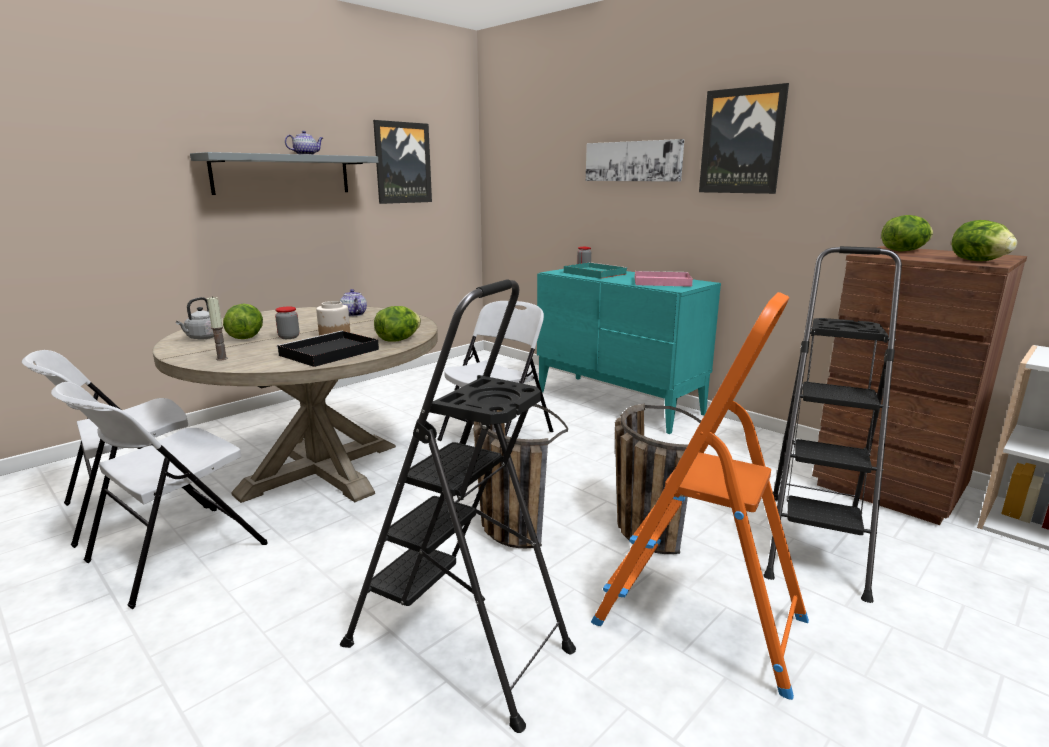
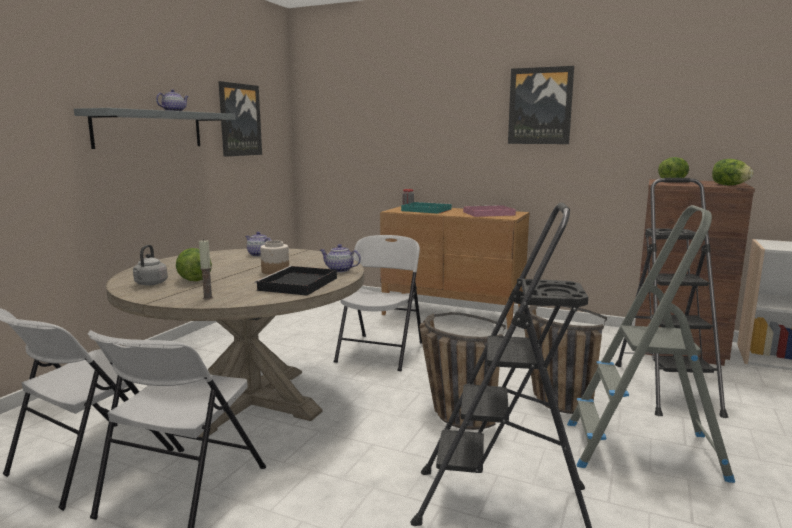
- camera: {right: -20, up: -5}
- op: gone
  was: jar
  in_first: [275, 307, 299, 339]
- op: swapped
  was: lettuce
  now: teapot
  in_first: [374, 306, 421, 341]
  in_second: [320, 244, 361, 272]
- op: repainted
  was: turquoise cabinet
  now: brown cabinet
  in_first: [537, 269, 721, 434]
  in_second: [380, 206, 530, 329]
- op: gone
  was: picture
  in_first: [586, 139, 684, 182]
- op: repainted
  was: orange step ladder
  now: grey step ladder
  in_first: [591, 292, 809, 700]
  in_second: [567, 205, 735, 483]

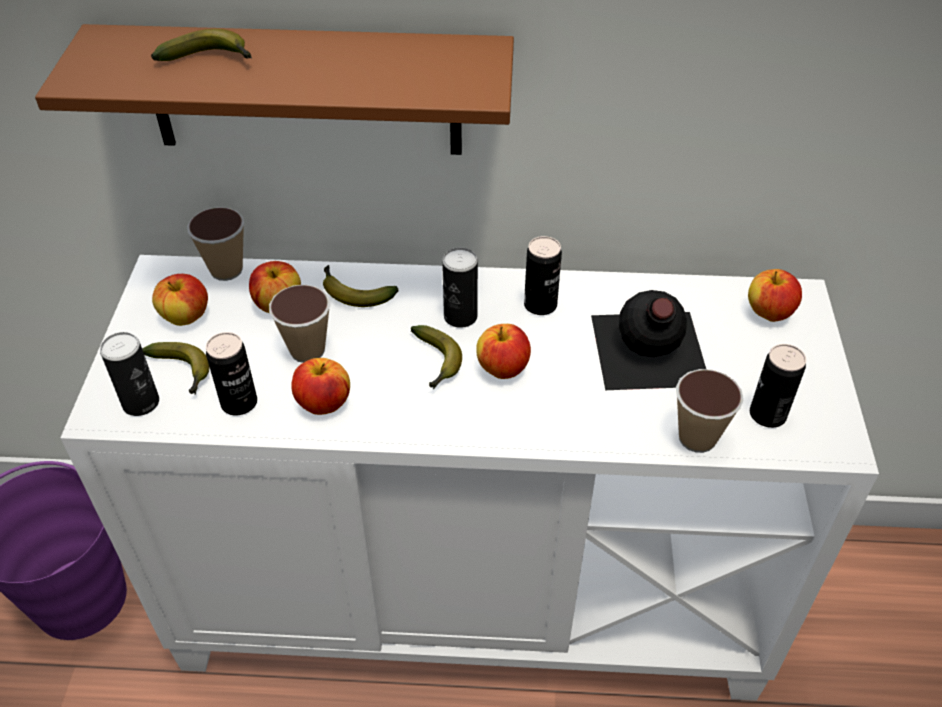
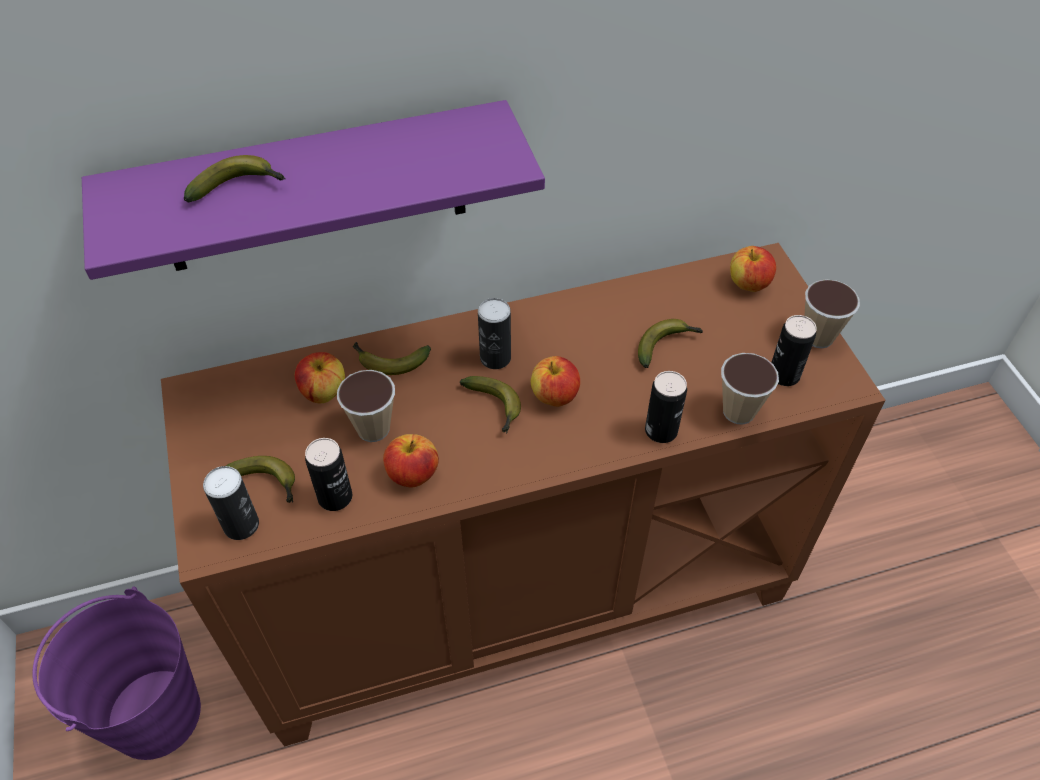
- camera: {right: -20, up: 5}
- op: repainted
  was: brown shelf
  now: purple shelf
  in_first: [35, 24, 514, 155]
  in_second: [82, 100, 545, 280]
- op: repainted
  was: white cabinet
  now: brown cabinet
  in_first: [60, 255, 879, 701]
  in_second: [161, 243, 885, 746]
- op: gone
  was: apple
  in_first: [152, 274, 208, 326]
- op: shifted
  was: cup
  in_first: [187, 207, 244, 281]
  in_second: [804, 279, 860, 348]
- op: shifted
  was: can
  in_first: [524, 236, 562, 315]
  in_second: [645, 371, 687, 443]
- op: swapped
  was: black bottle
  now: banana
  in_first: [591, 290, 706, 390]
  in_second: [638, 319, 703, 368]

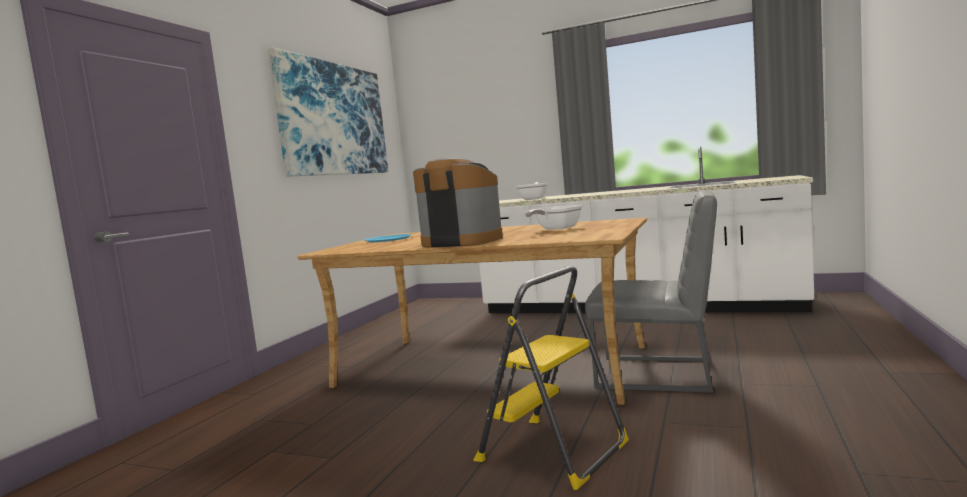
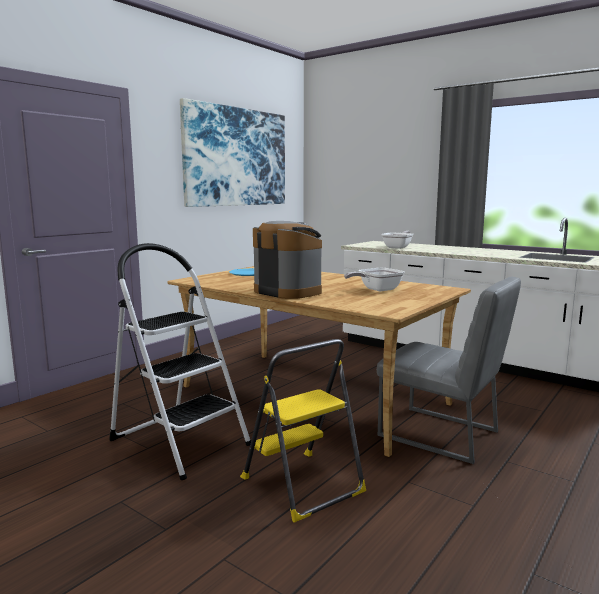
- camera: {right: 15, up: 5}
- op: new
  now: step ladder
  in_second: [109, 243, 251, 480]

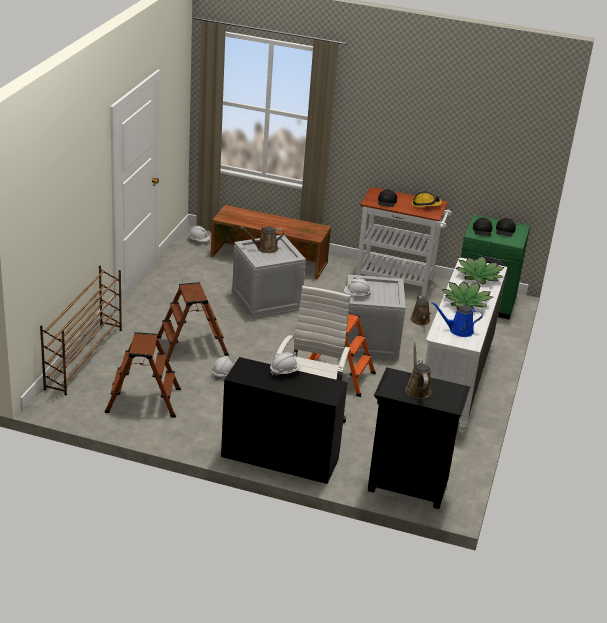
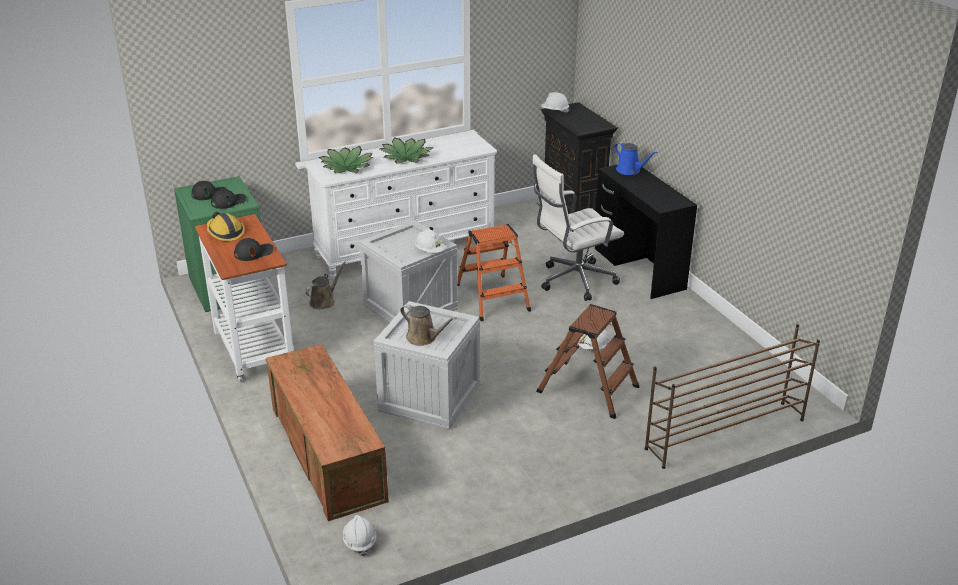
- camera: {right: -130, up: 0}
- op: gone
  was: brown step ladder
  in_first: [105, 332, 181, 418]
- op: shifted
  was: white hard hat
  in_first: [270, 353, 301, 375]
  in_second: [541, 92, 569, 113]
- op: gone
  was: brown watering can
  in_first: [405, 342, 432, 399]
- op: shifted
  was: blue watering can
  in_first: [432, 302, 483, 337]
  in_second: [614, 142, 658, 175]

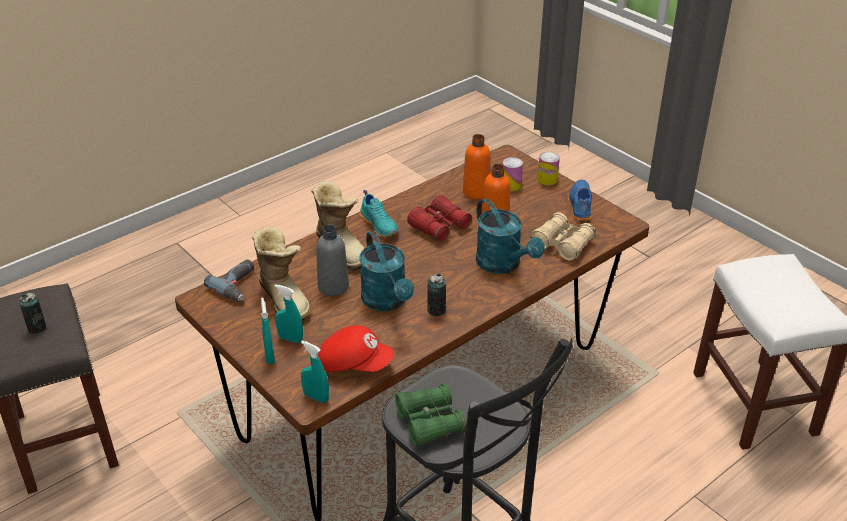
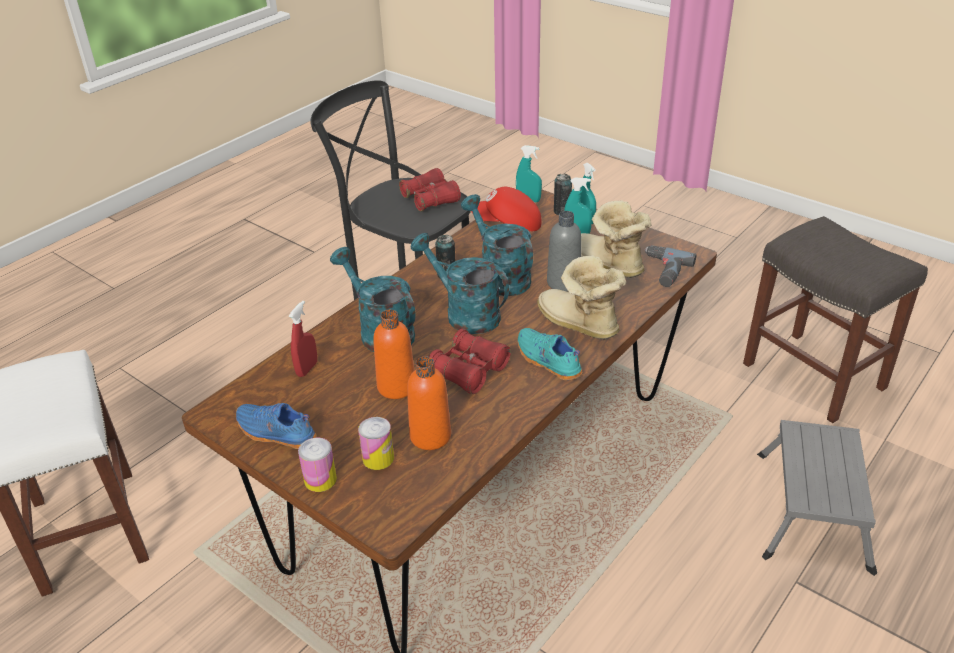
- camera: {right: 170, up: 0}
- op: shifted
  was: can
  in_first: [19, 293, 46, 334]
  in_second: [554, 174, 572, 215]
- op: repainted
  was: green binoculars
  now: red binoculars
  in_first: [395, 383, 466, 447]
  in_second: [399, 168, 461, 211]
- op: swapped
  was: beige binoculars
  now: red spray bottle
  in_first: [530, 212, 596, 261]
  in_second: [289, 301, 317, 377]
- op: rotated
  was: blue shoe
  in_first: [568, 179, 592, 221]
  in_second: [236, 403, 317, 449]
  clockwise: 120
- op: new
  now: turquoise watering can
  in_second: [411, 233, 509, 334]
- op: new
  now: grey step ladder
  in_second: [757, 420, 877, 576]

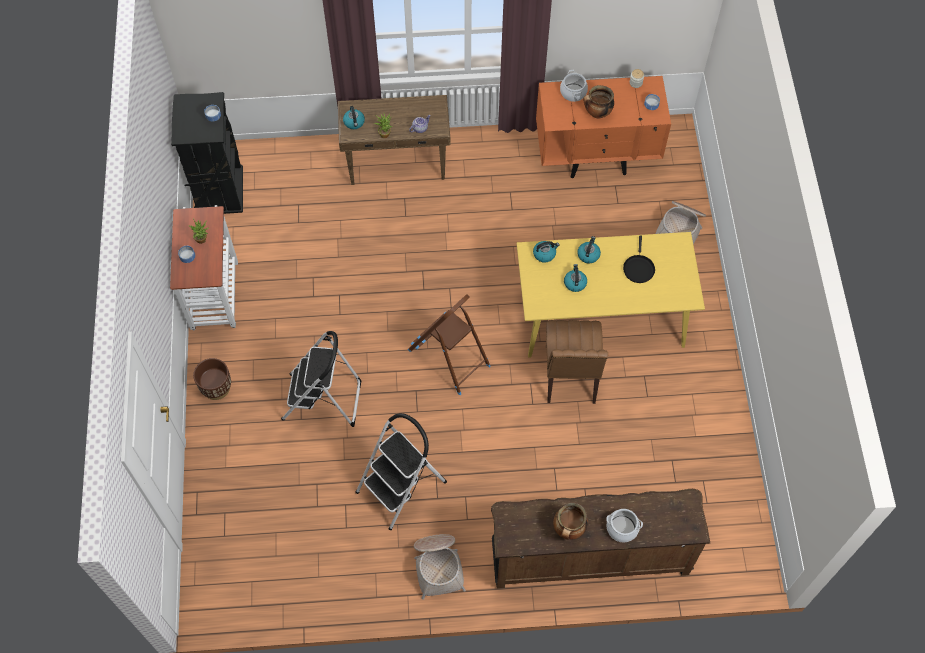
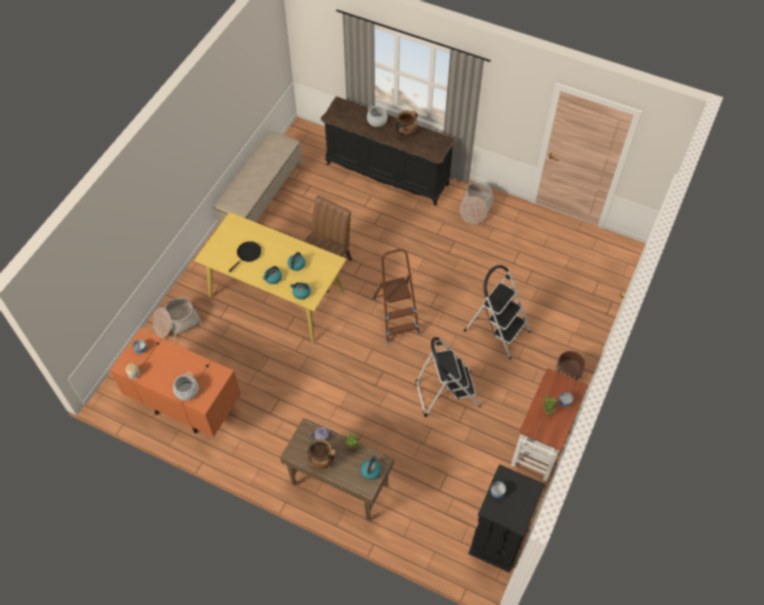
- camera: {right: -150, up: -5}
- op: shifted
  was: step ladder
  in_first: [355, 413, 447, 530]
  in_second: [415, 337, 481, 417]
- op: shifted
  was: cooking pot
  in_first: [583, 85, 614, 119]
  in_second: [307, 439, 337, 469]
- op: new
  now: beige bench
  in_second: [214, 131, 302, 227]

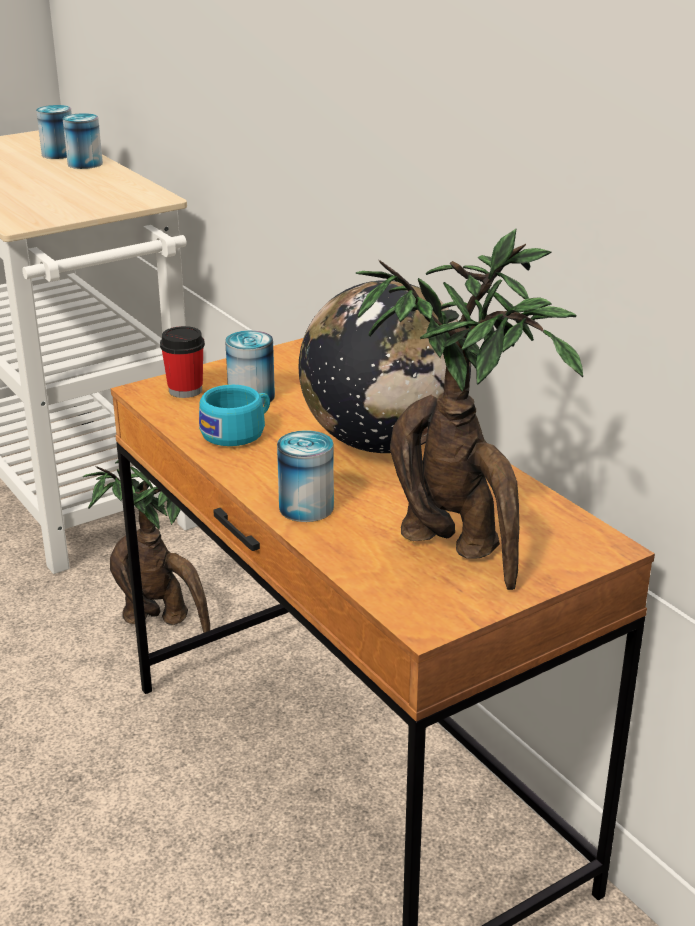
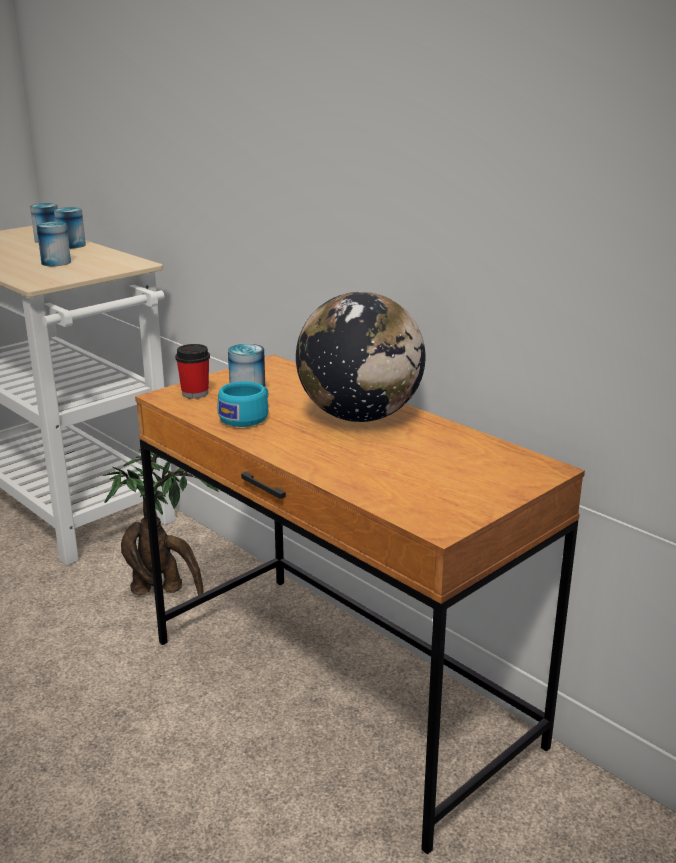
- camera: {right: -10, up: -5}
- op: shifted
  was: can
  in_first: [277, 430, 334, 522]
  in_second: [36, 222, 71, 266]
- op: gone
  was: potted plant
  in_first: [356, 229, 583, 590]

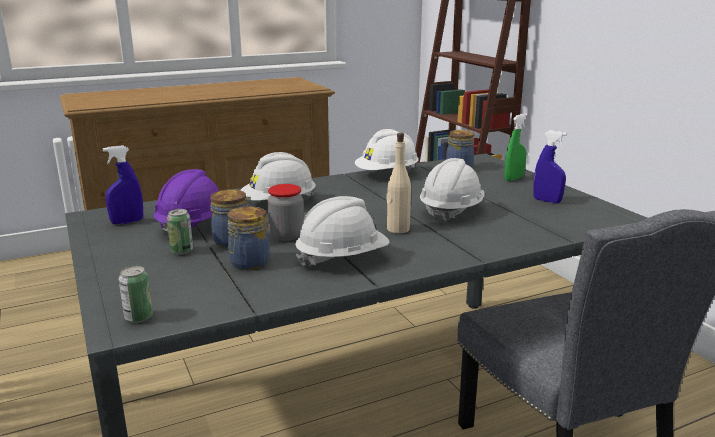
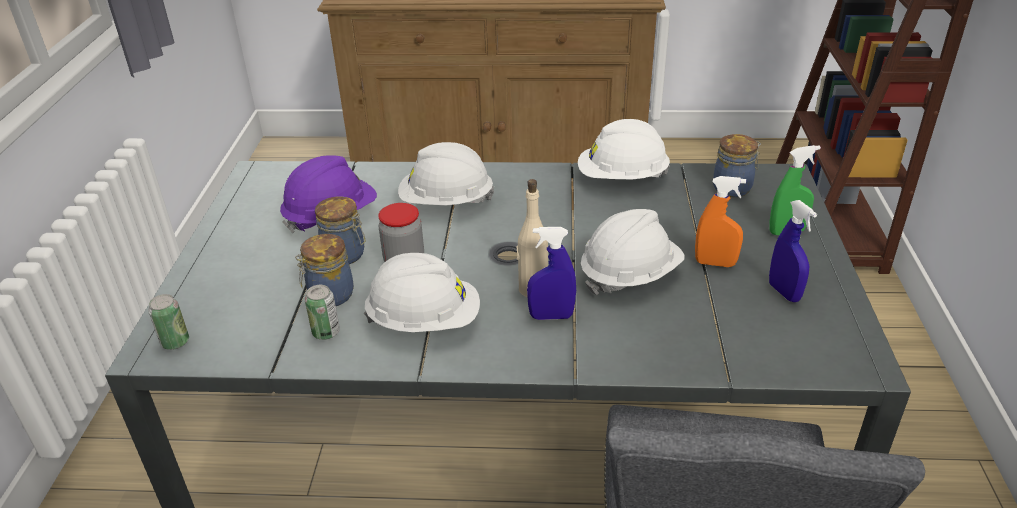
- camera: {right: 30, up: 15}
- op: shifted
  was: blue spray bottle
  in_first: [103, 145, 143, 225]
  in_second: [527, 227, 576, 320]
- op: shifted
  was: can
  in_first: [167, 209, 193, 254]
  in_second: [305, 285, 340, 340]
- op: new
  now: orange spray bottle
  in_second: [695, 176, 746, 267]

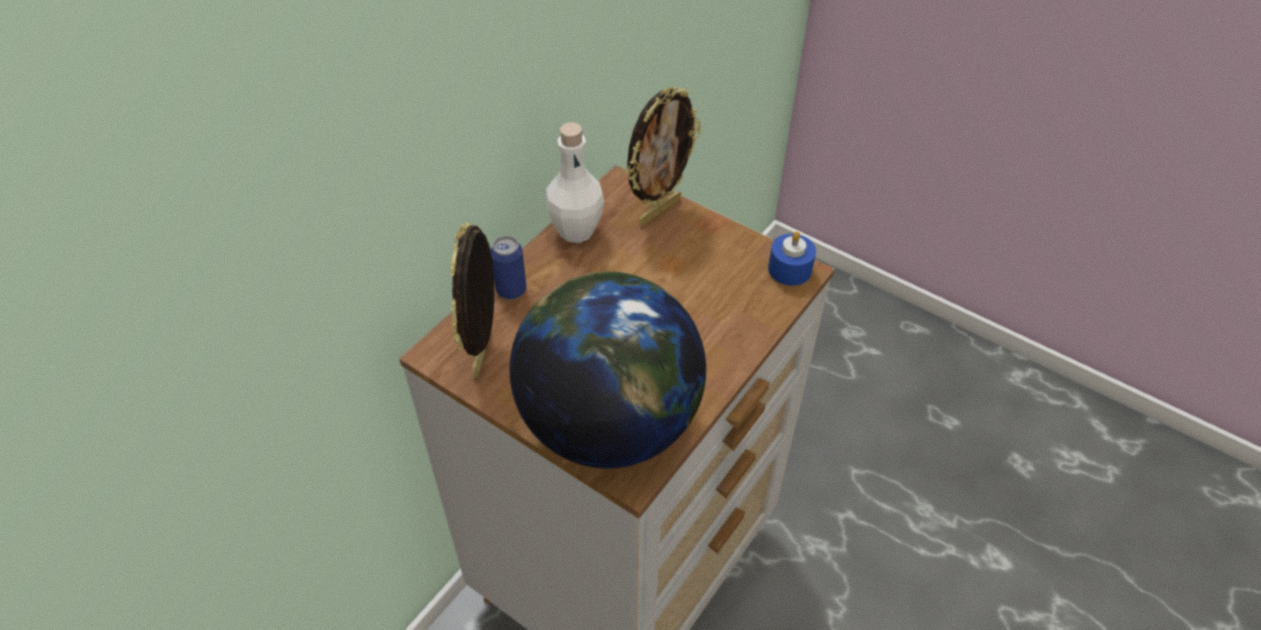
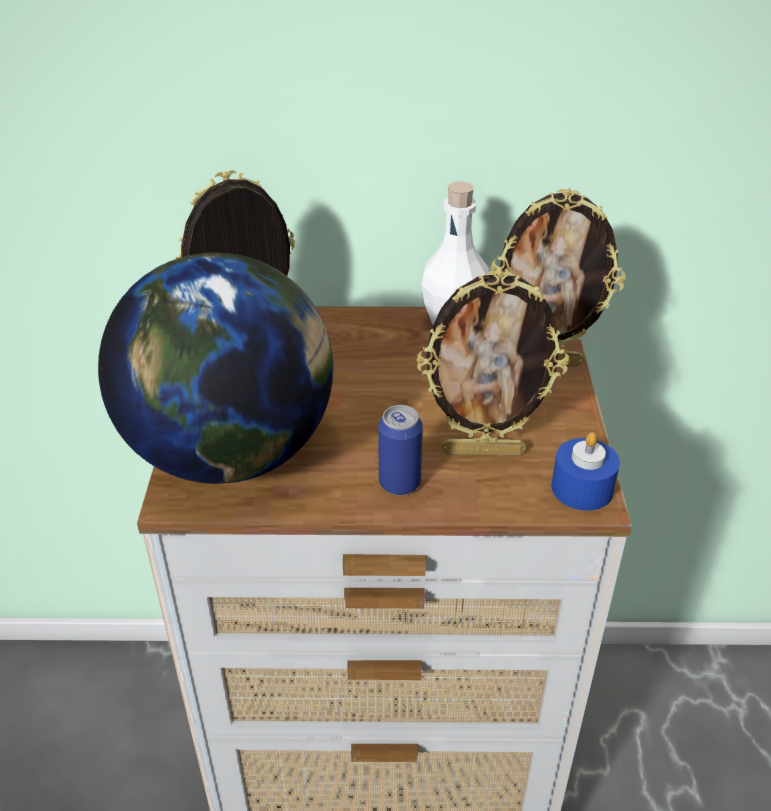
- camera: {right: 55, up: -10}
- op: shifted
  was: can
  in_first: [490, 236, 526, 299]
  in_second: [378, 405, 423, 495]
- op: new
  now: picture frame
  in_second: [417, 269, 569, 456]

